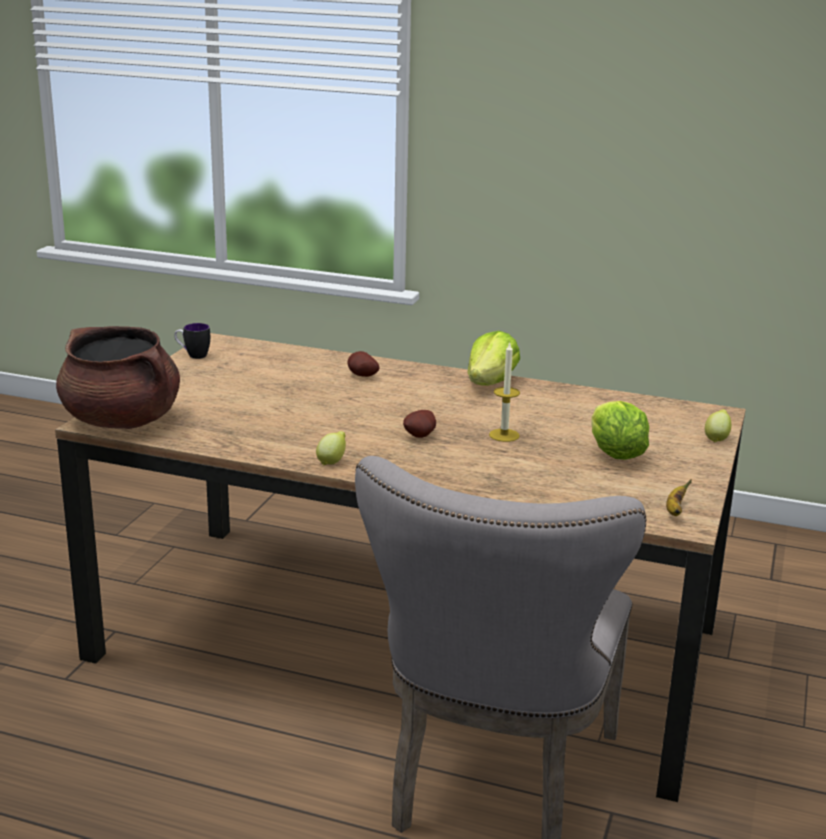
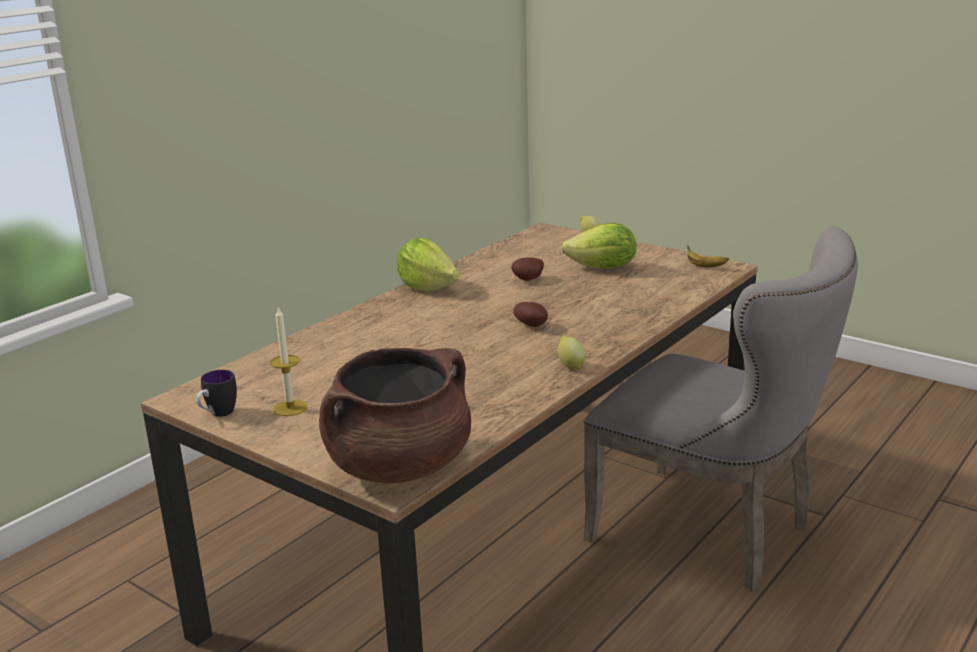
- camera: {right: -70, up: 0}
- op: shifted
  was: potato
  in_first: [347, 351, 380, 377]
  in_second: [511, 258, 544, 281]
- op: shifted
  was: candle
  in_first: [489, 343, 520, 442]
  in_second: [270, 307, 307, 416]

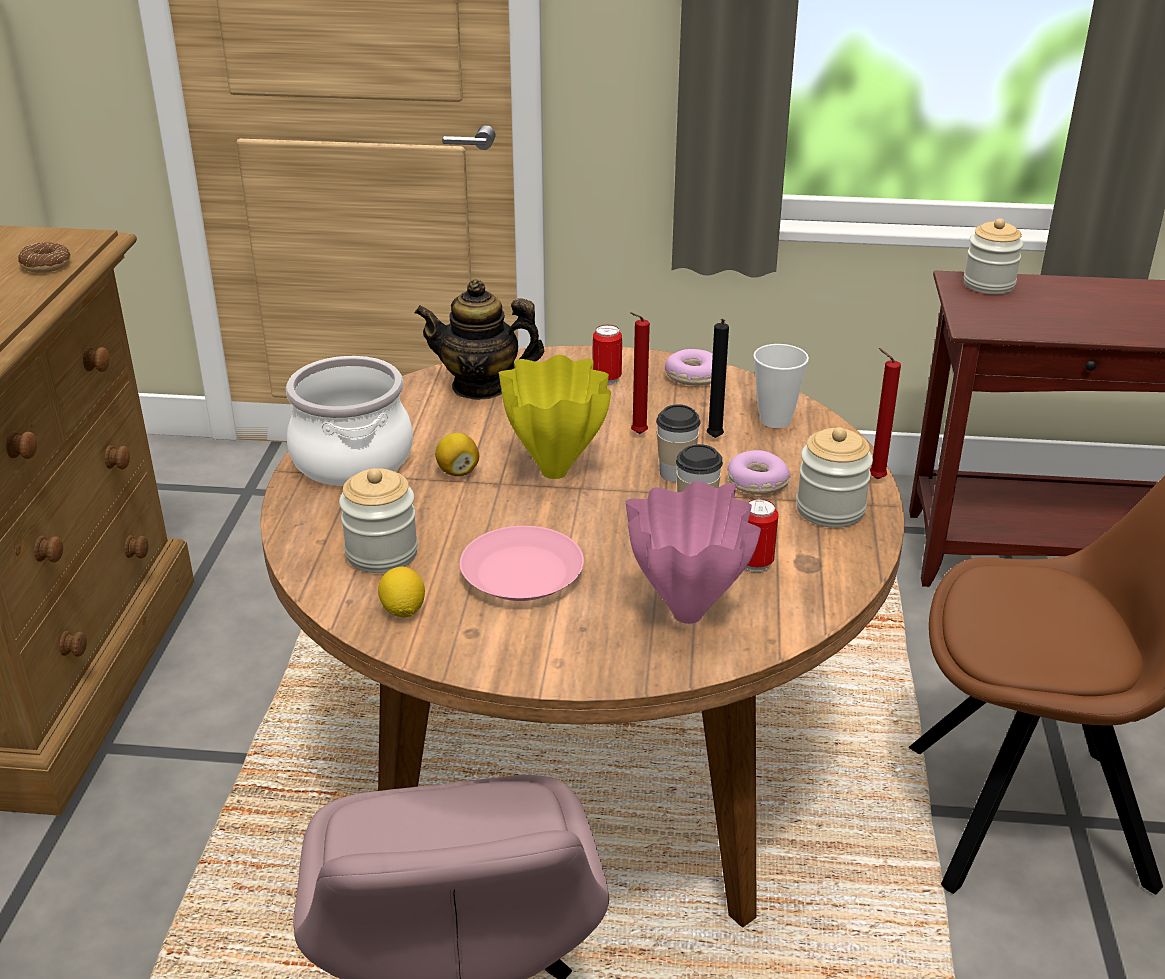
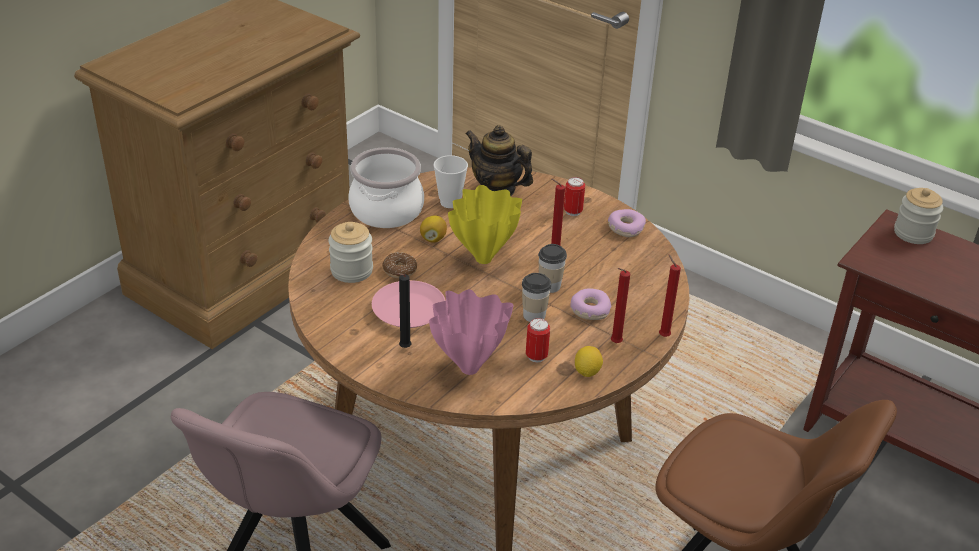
- camera: {right: 30, up: 5}
- op: shifted
  was: donut
  in_first: [18, 242, 71, 273]
  in_second: [383, 252, 417, 278]
- op: shifted
  was: lemon
  in_first: [378, 567, 425, 618]
  in_second: [575, 346, 603, 377]
- op: shifted
  was: black candle
  in_first: [707, 318, 729, 438]
  in_second: [397, 273, 411, 348]
- op: shifted
  was: cup
  in_first: [753, 344, 809, 428]
  in_second: [434, 155, 468, 208]
- op: swapped
  was: jar
  now: red candle
  in_first: [796, 427, 873, 528]
  in_second: [611, 268, 630, 343]

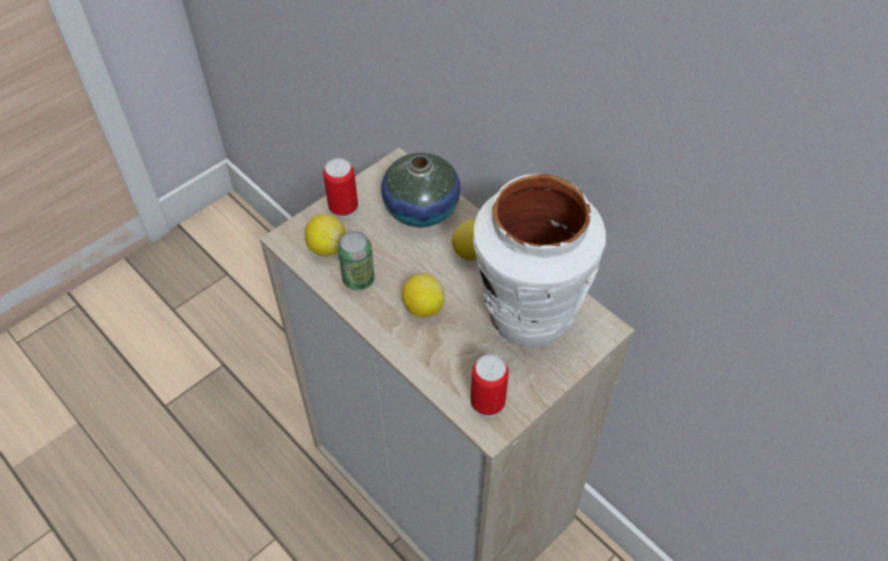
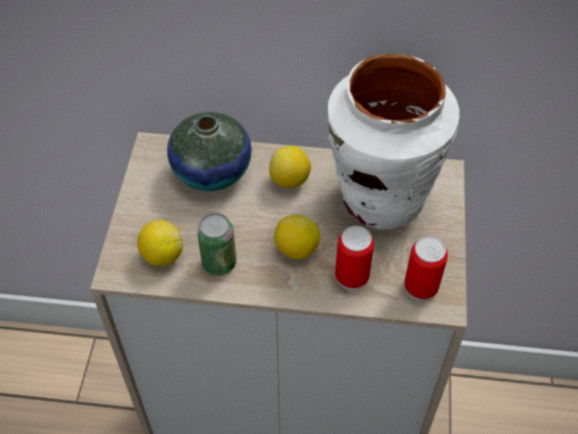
- camera: {right: -40, up: 0}
- op: shifted
  was: can
  in_first: [323, 158, 358, 218]
  in_second: [335, 226, 374, 290]

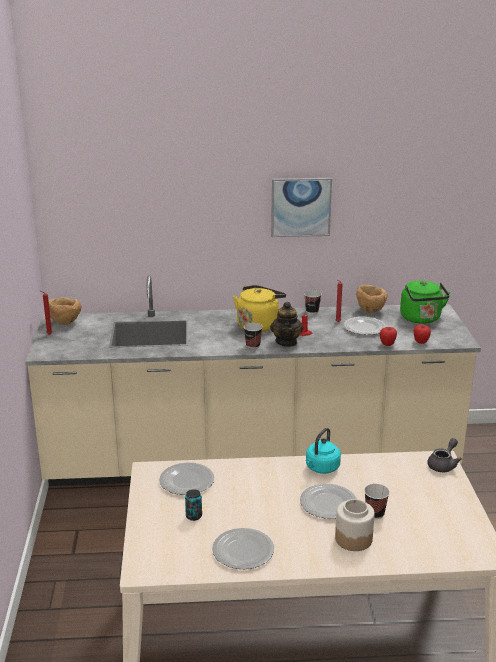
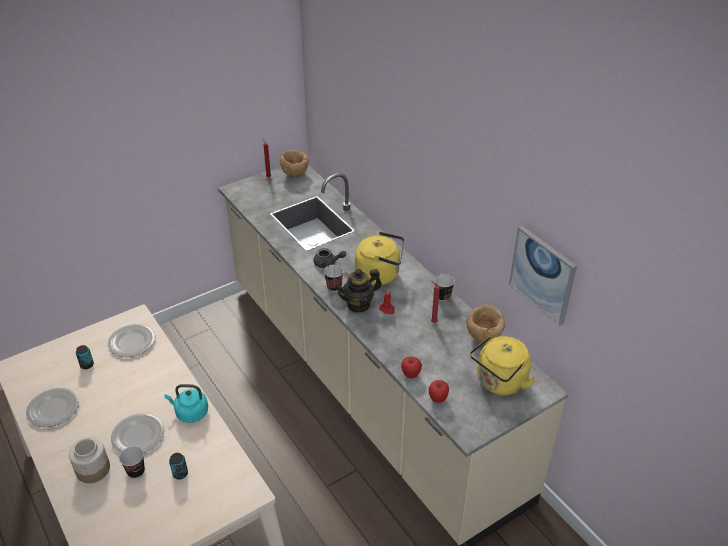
- camera: {right: 60, up: 15}
- op: shifted
  was: picture
  in_first: [271, 178, 332, 237]
  in_second: [509, 226, 577, 326]
- op: gone
  was: plate
  in_first: [344, 317, 386, 335]
- op: repainted
  was: green kettle
  now: yellow kettle
  in_first: [400, 281, 450, 324]
  in_second: [470, 336, 535, 395]
- op: shifted
  was: grey teapot
  in_first: [427, 438, 462, 472]
  in_second: [313, 248, 346, 268]
- op: new
  now: can
  in_second: [169, 453, 188, 479]

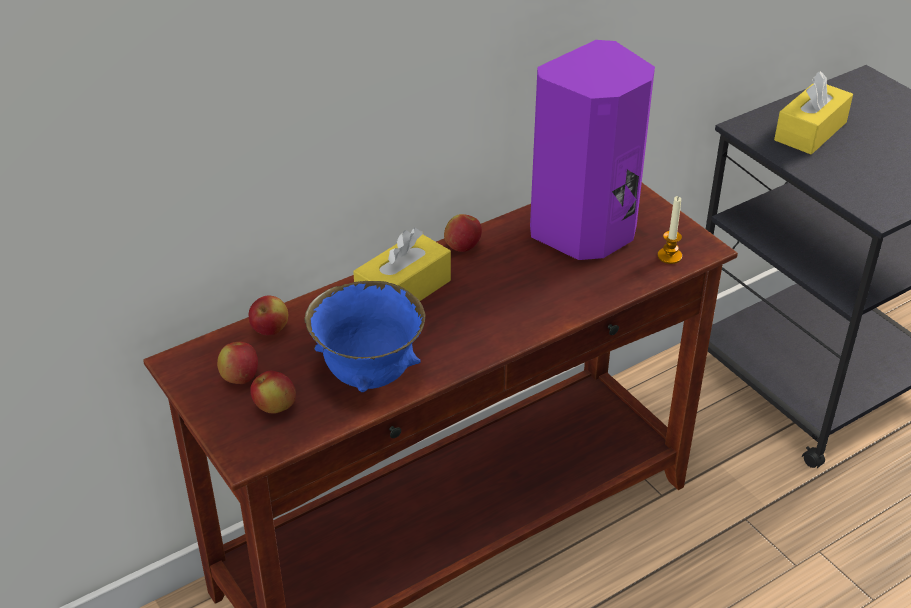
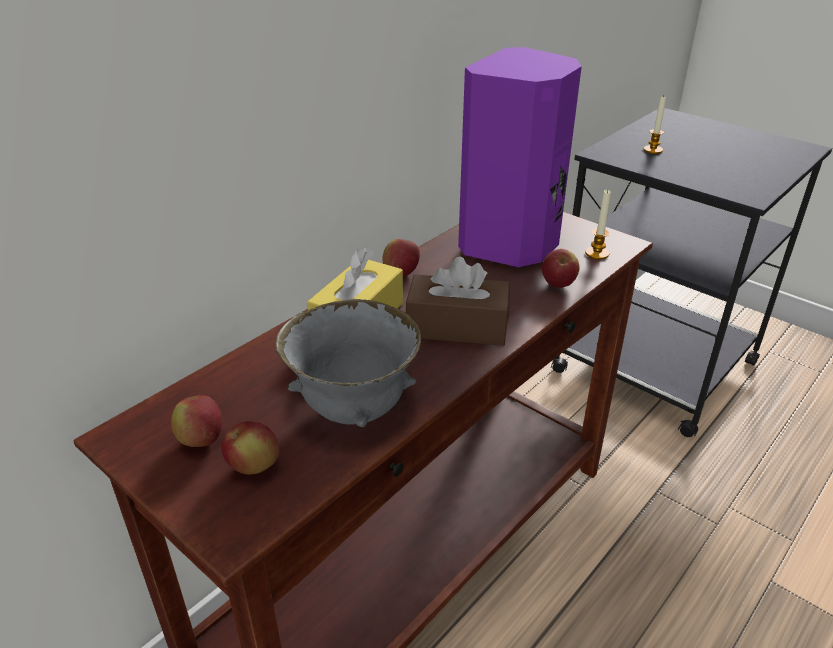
- camera: {right: -15, up: -5}
- op: shifted
  was: apple
  in_first: [249, 296, 288, 335]
  in_second: [542, 249, 579, 288]
- op: repainted
  was: blue bowl
  now: grey bowl
  in_first: [304, 281, 426, 392]
  in_second: [275, 299, 421, 427]
- op: swapped
  was: yellow tissue box
  now: candle
  in_first: [774, 71, 853, 154]
  in_second: [644, 96, 666, 154]
- op: new
  now: brown tissue box
  in_second: [406, 256, 510, 346]

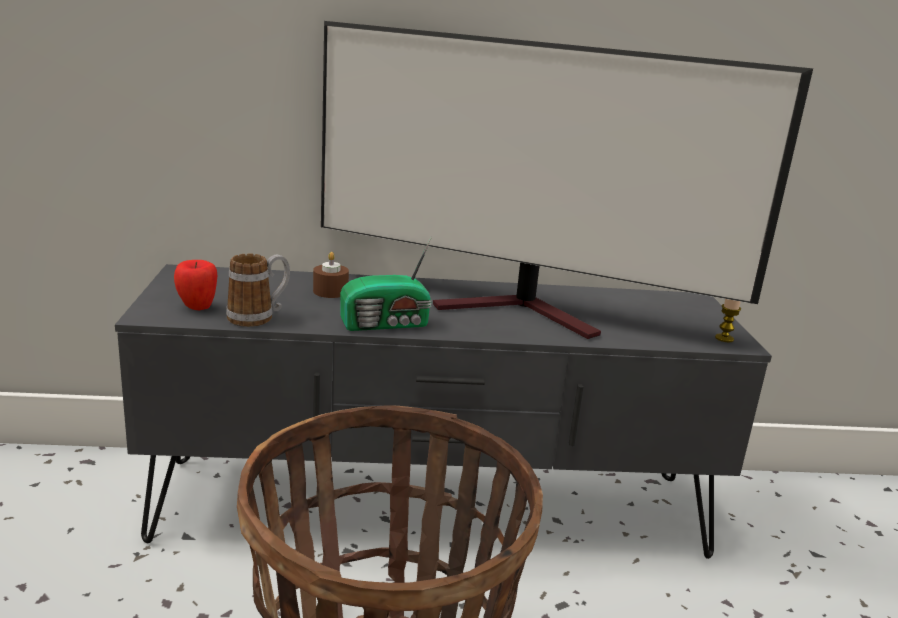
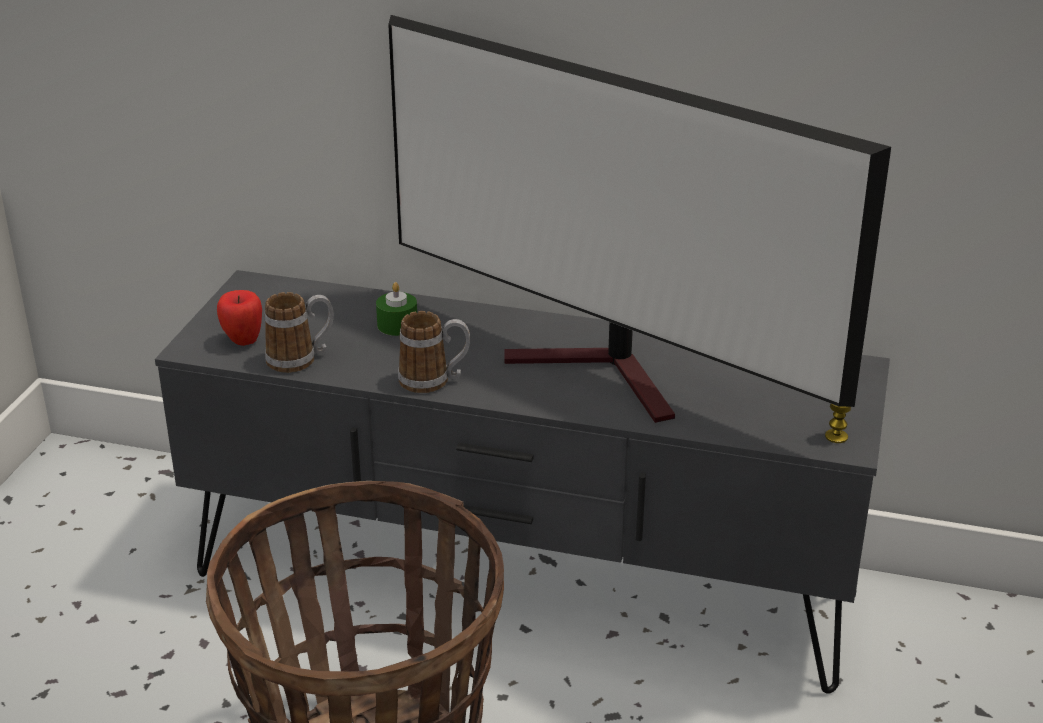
- camera: {right: 20, up: 10}
- op: repainted
  was: brown candle
  now: green candle
  in_first: [313, 252, 349, 298]
  in_second: [376, 282, 417, 336]
- op: swapped
  was: radio
  now: mug
  in_first: [340, 237, 432, 331]
  in_second: [398, 311, 470, 393]

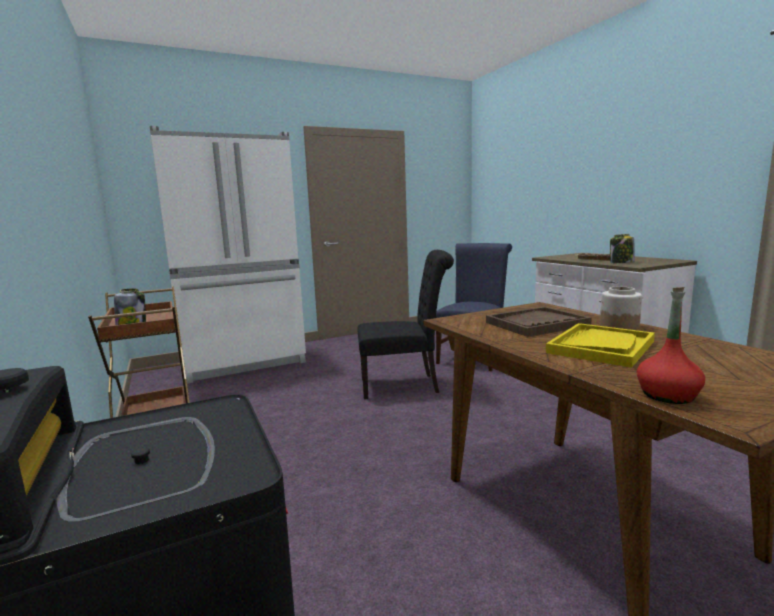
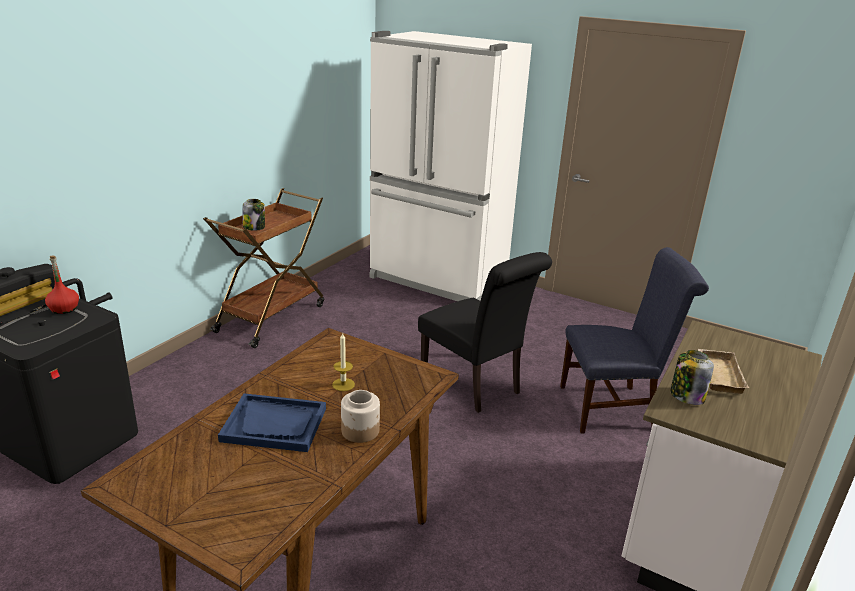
- camera: {right: 55, up: 15}
- op: swapped
  was: brown tray
  now: candle
  in_first: [486, 307, 592, 337]
  in_second: [332, 332, 355, 391]
- op: repainted
  was: yellow tray
  now: blue tray
  in_first: [546, 323, 655, 368]
  in_second: [218, 393, 326, 452]
- op: shifted
  was: red bottle
  in_first: [637, 287, 705, 404]
  in_second: [45, 256, 79, 314]

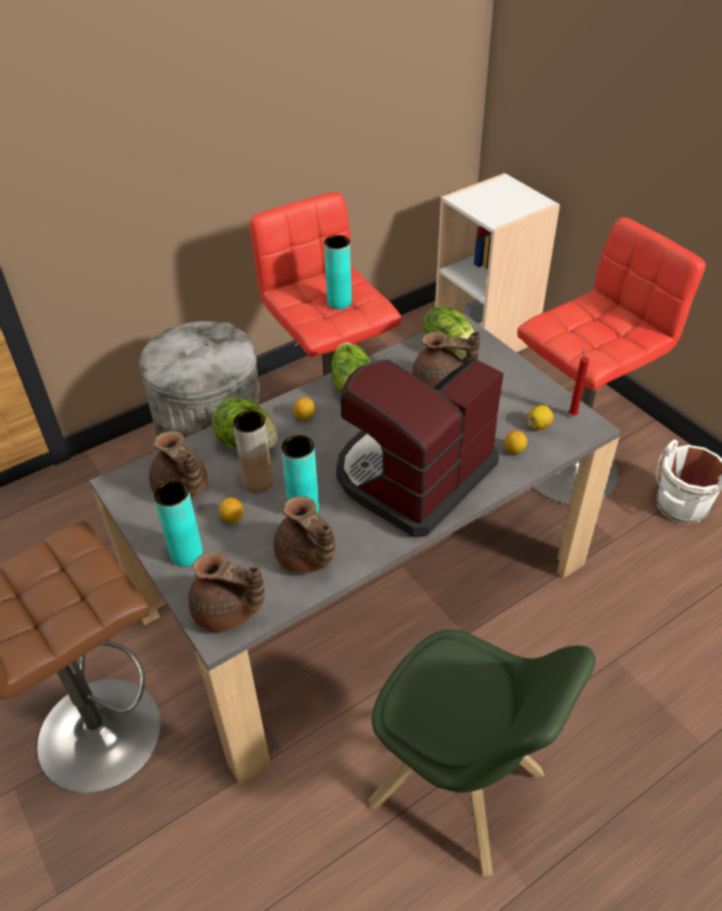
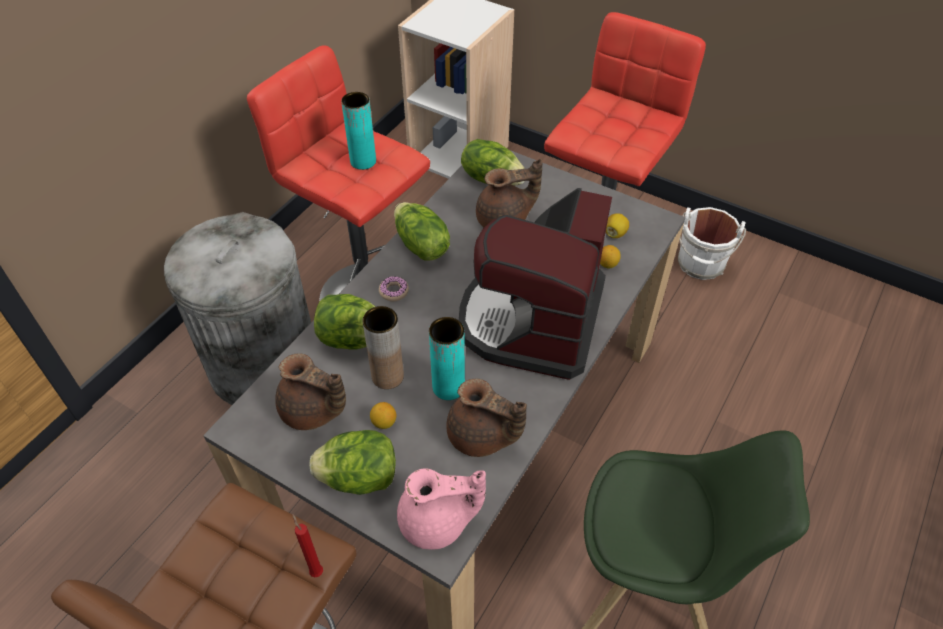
- camera: {right: -25, up: 5}
- op: swapped
  was: turquoise vase
  now: lettuce
  in_first: [153, 480, 203, 567]
  in_second: [309, 430, 396, 495]
- op: repainted
  was: brown teapot
  now: pink teapot
  in_first: [188, 552, 265, 632]
  in_second: [397, 468, 486, 549]
- op: swapped
  was: lemon
  now: donut
  in_first: [294, 397, 315, 420]
  in_second: [379, 276, 409, 301]
- op: shifted
  was: red candle
  in_first: [569, 348, 589, 416]
  in_second: [292, 514, 323, 577]

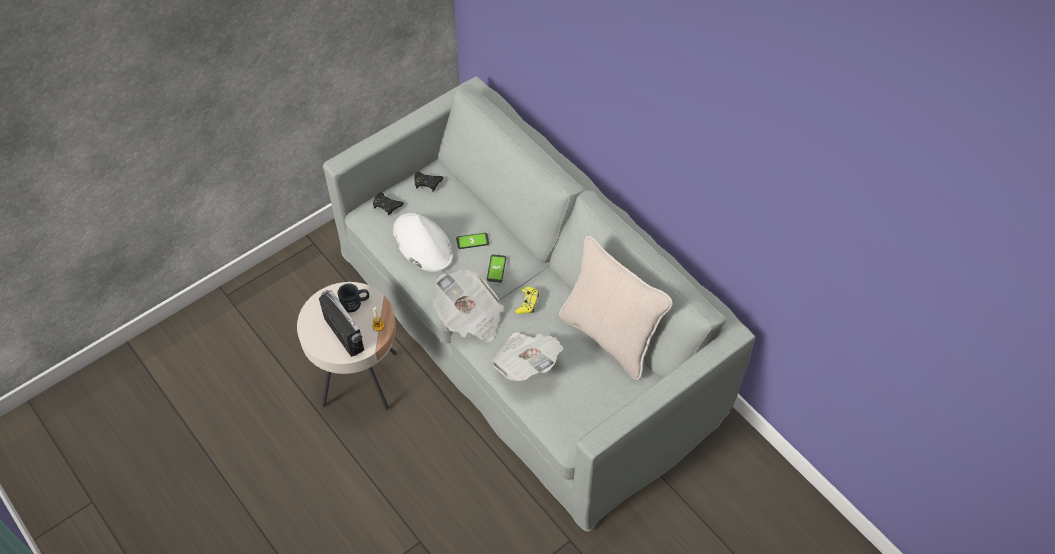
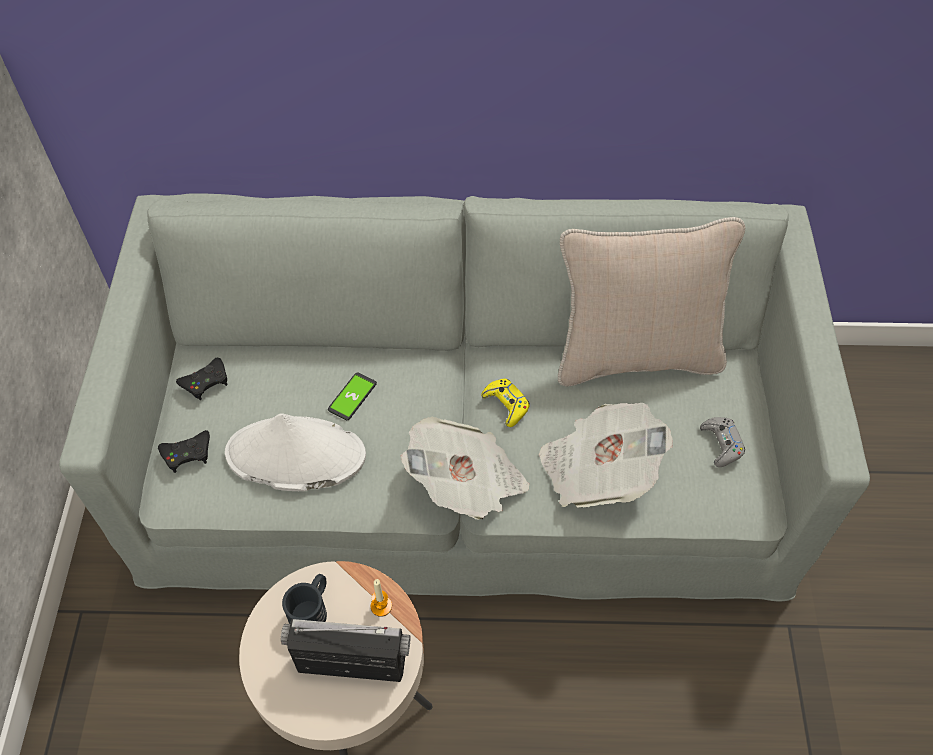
- camera: {right: -50, up: 0}
- op: gone
  was: phone
  in_first: [487, 255, 506, 282]
- op: new
  now: grey game controller
  in_second: [700, 417, 745, 467]

